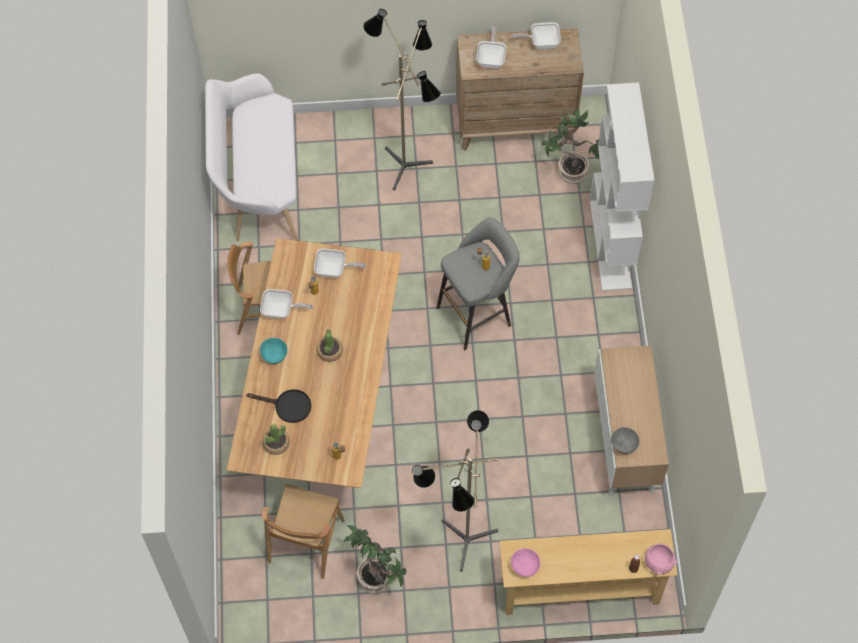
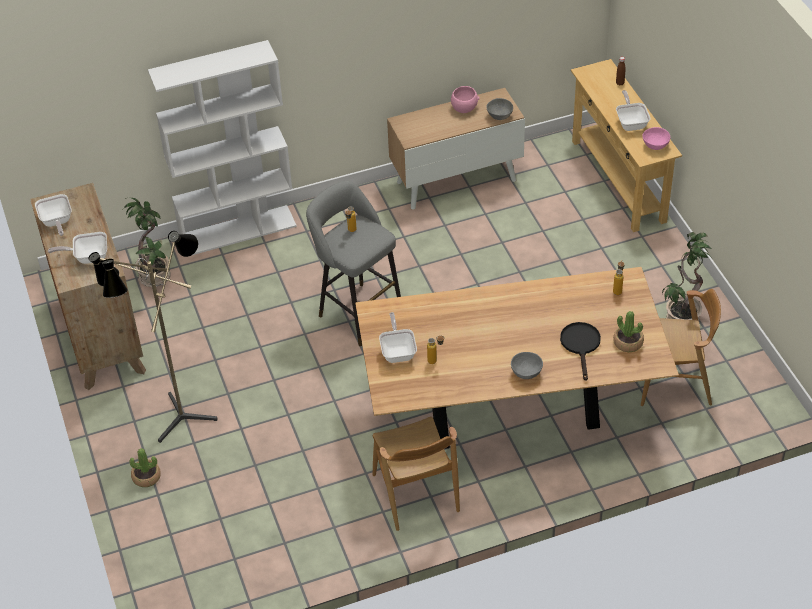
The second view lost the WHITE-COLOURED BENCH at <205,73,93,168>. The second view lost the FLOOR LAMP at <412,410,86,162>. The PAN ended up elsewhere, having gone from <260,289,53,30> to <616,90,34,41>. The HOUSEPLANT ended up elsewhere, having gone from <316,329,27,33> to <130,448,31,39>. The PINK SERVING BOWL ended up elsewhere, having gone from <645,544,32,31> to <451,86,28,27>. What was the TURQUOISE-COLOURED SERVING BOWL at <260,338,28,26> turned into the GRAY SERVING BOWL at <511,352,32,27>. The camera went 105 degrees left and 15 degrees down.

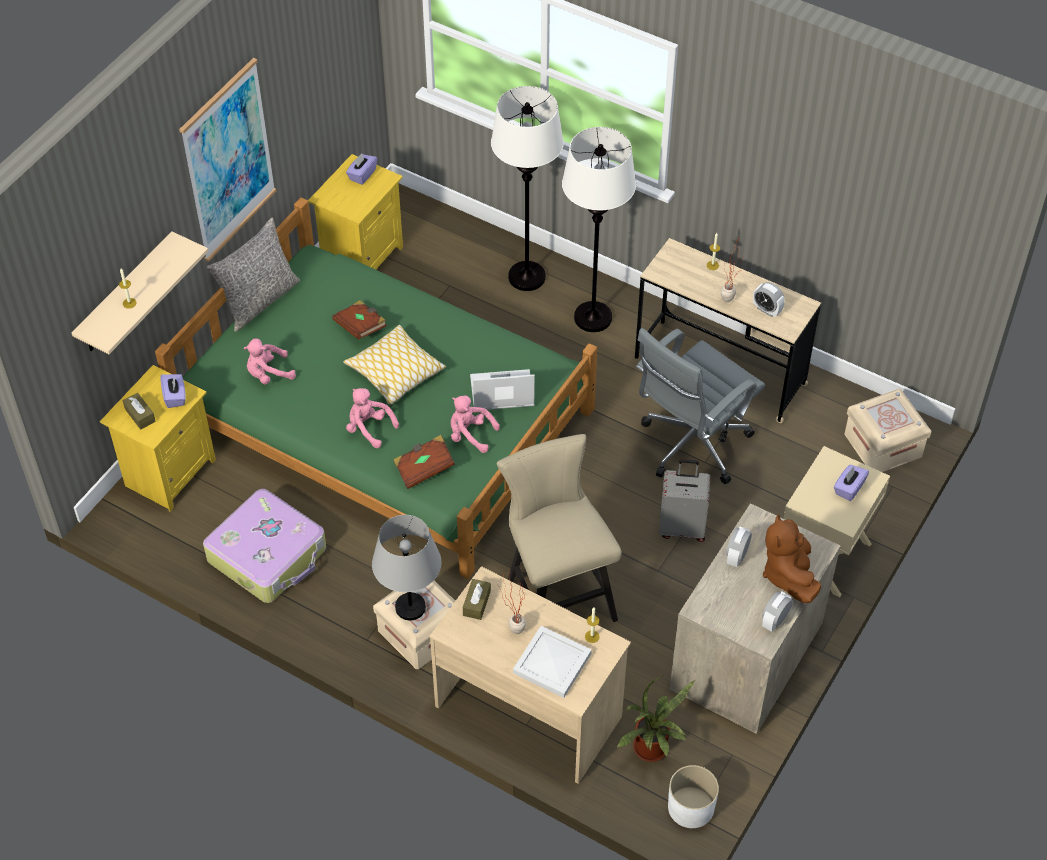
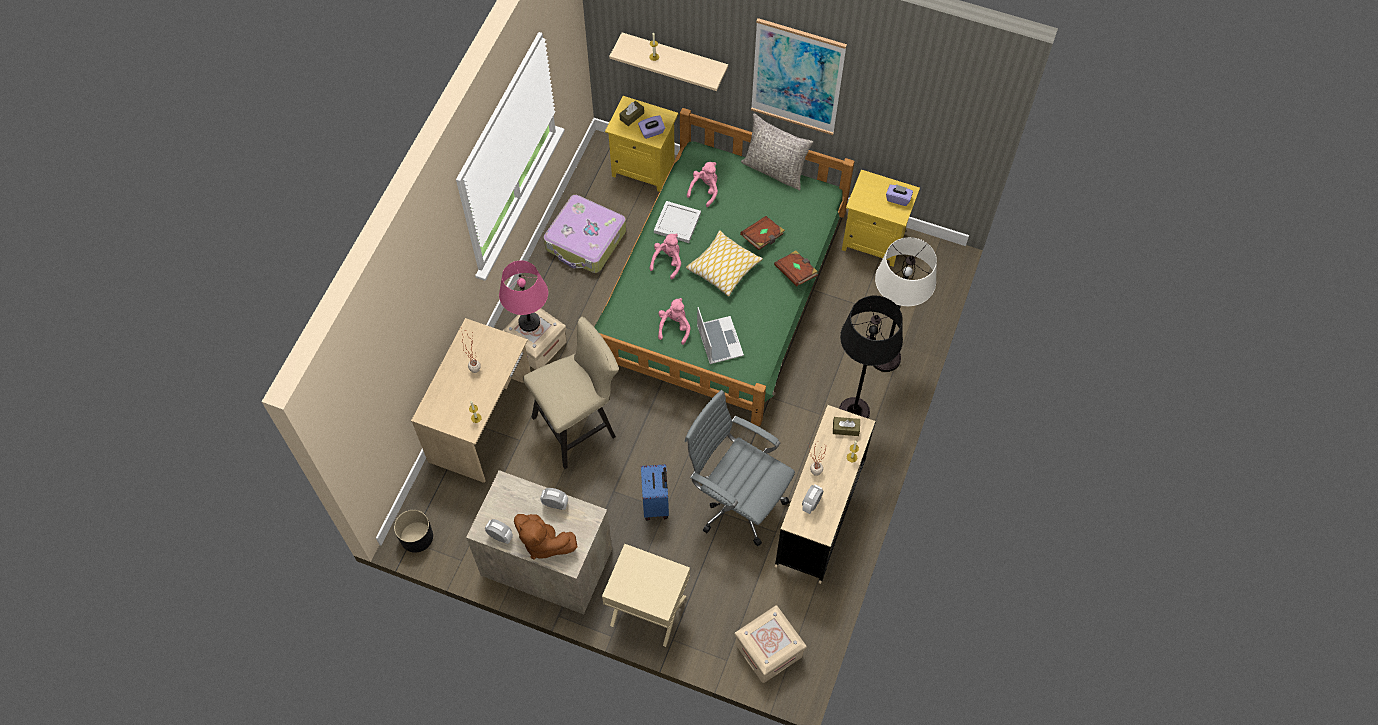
The second view lost the HOUSEPLANT at <616,676,79,86>. The second view lost the PURPLISH TISSUE BOX at <834,465,35,36>. The BROWN BOUND BOOK ended up elsewhere, having gone from <393,435,62,54> to <774,250,44,36>. The BROWN TISSUE BOX ended up elsewhere, having gone from <463,579,28,41> to <833,417,27,19>. The WHITE-COLOURED TRAY ended up elsewhere, having gone from <513,626,79,72> to <654,201,47,42>. What was the GRAY TABLETOP LAMP at <372,515,69,105> turned into the PINK TABLETOP LAMP at <499,260,49,72>. What was the WHITE-COLOURED FLOOR LAMP at <562,127,74,205> turned into the BLACK FLOOR LAMP at <839,295,64,124>. What was the GRAY TRAVEL CASE at <659,459,51,83> turned into the BLUE TRAVEL CASE at <641,464,28,57>. What was the WHITE-COLOURED FLOWER POT at <668,765,51,63> turned into the BLACK FLOWER POT at <394,510,39,43>. The PINK SOFT TOY at <244,339,52,45> ended up facing another way, 60 degrees clockwise from before. The BROWN SOFT TOY at <763,514,58,89> ended up facing another way, 135 degrees counterclockwise from before. The camera went 80 degrees right and 10 degrees up.

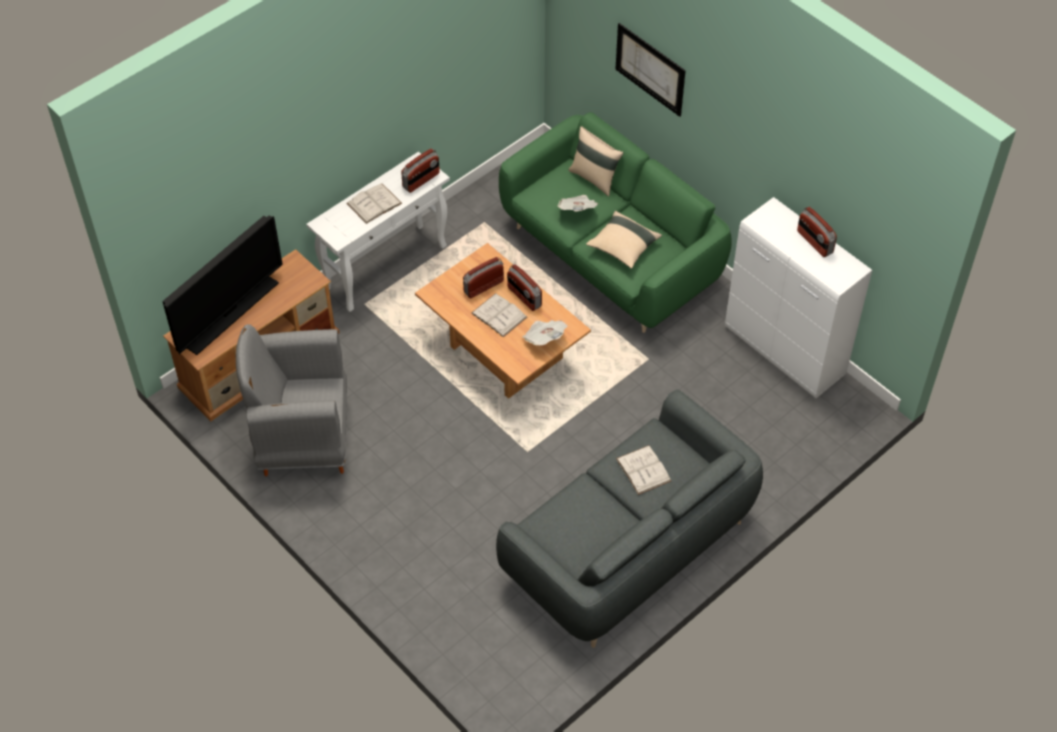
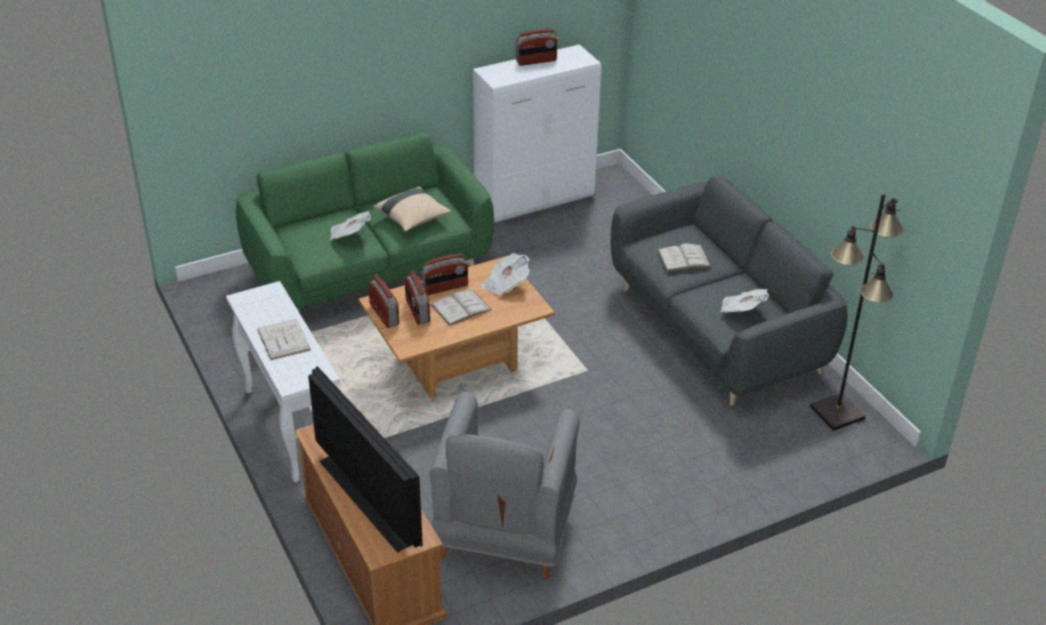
The second view lost the BEIGE PILLOW at <568,126,55,71>. The second view lost the WALL PICTURE at <615,23,71,94>. The second view gained the NEWSPAPER at <720,289,49,23>. The second view gained the BLACK FLOOR LAMP at <810,194,93,237>. The RADIO SET ended up elsewhere, having gone from <401,149,39,44> to <368,275,31,53>. The camera went 75 degrees left and 15 degrees down.

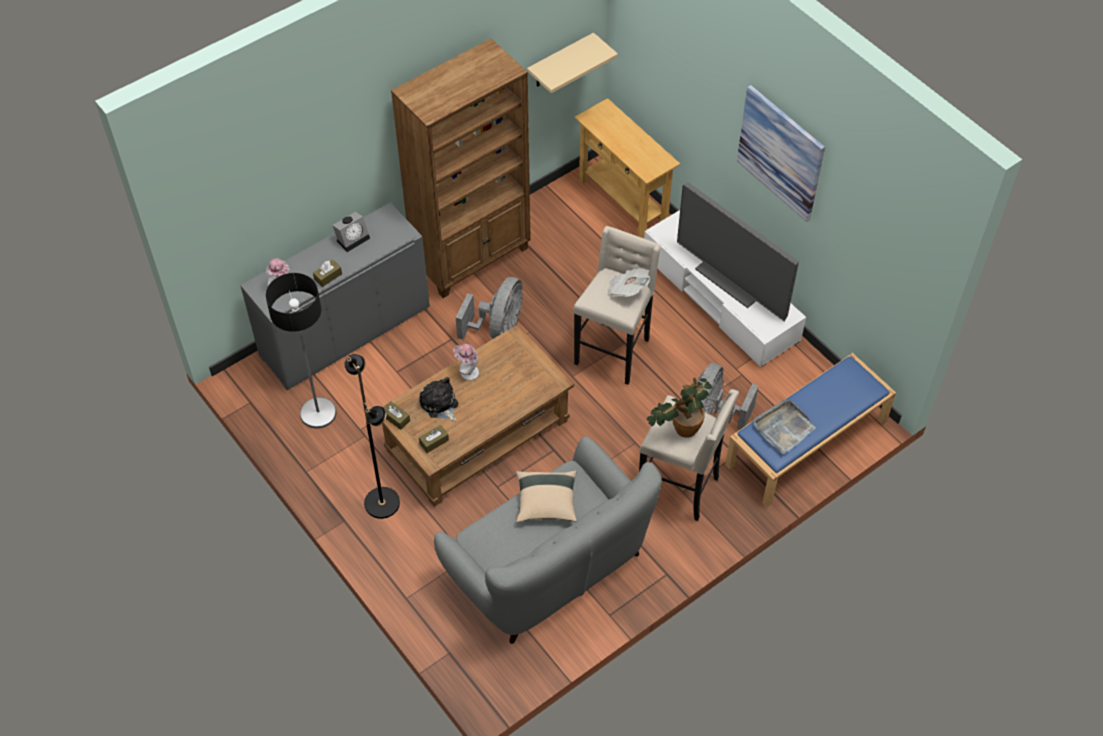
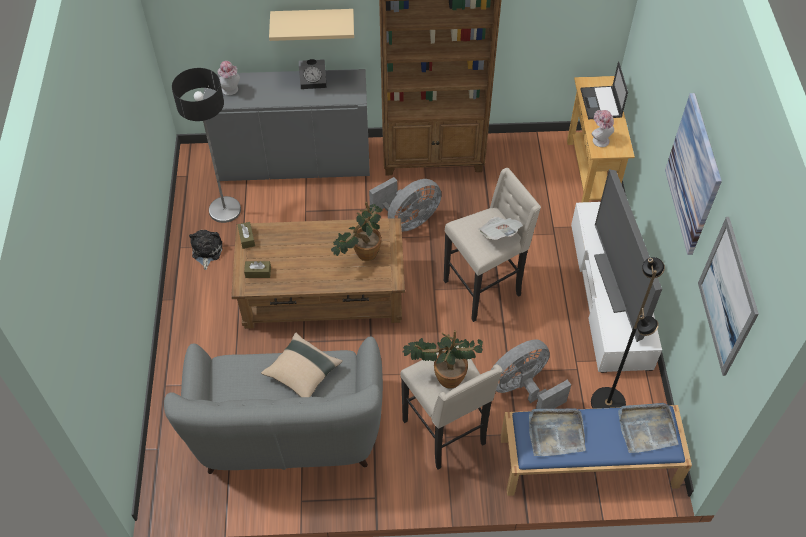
The second view lost the BROWN TISSUE BOX at <313,260,29,27>. The second view gained the HOUSEPLANT at <331,202,52,59>. The second view gained the LAPTOP at <580,61,48,58>. The second view gained the GRAY TRAY at <618,403,61,50>. The second view gained the WALL PICTURE at <698,217,61,159>. The BLACK FLOOR LAMP ended up elsewhere, having gone from <345,354,55,165> to <591,257,74,152>. The SOFT TOY ended up elsewhere, having gone from <419,377,39,45> to <189,230,34,40>. The CLOTHING HAT ended up elsewhere, having gone from <453,344,26,36> to <592,110,22,37>. The BEIGE BRACKET SHELF ended up elsewhere, having gone from <527,33,91,60> to <269,9,85,32>. The camera went 35 degrees right and 0 degrees up.

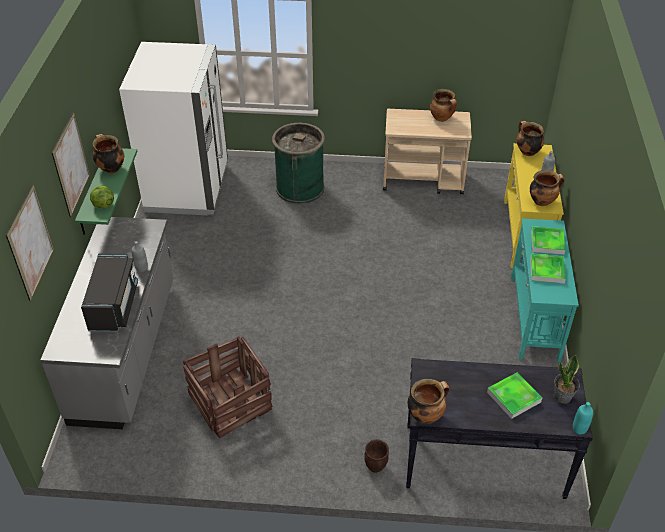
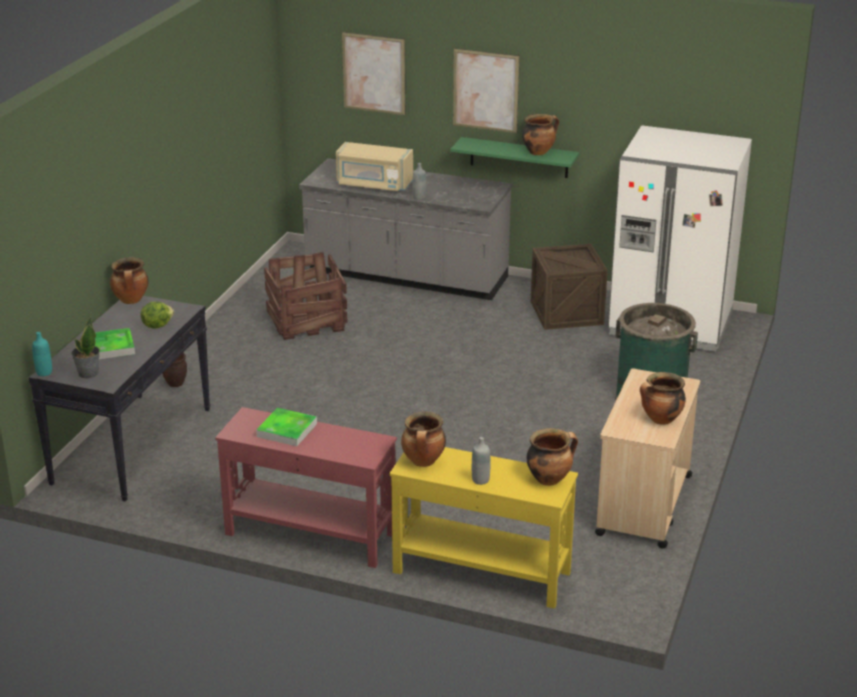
The second view lost the TRAY at <531,226,34,29>. The second view gained the SHIPPING CRATE at <531,244,77,86>. The HEAD OF LETTUCE ended up elsewhere, having gone from <90,186,24,22> to <141,302,33,27>. What was the BLACK MICROWAVE at <81,253,57,79> turned into the BEIGE MICROWAVE at <336,142,77,49>. What was the TURQUOISE-COLOURED CONSOLE TABLE at <511,219,68,143> turned into the RED CONSOLE TABLE at <215,407,182,161>. The camera went 105 degrees right and 15 degrees down.

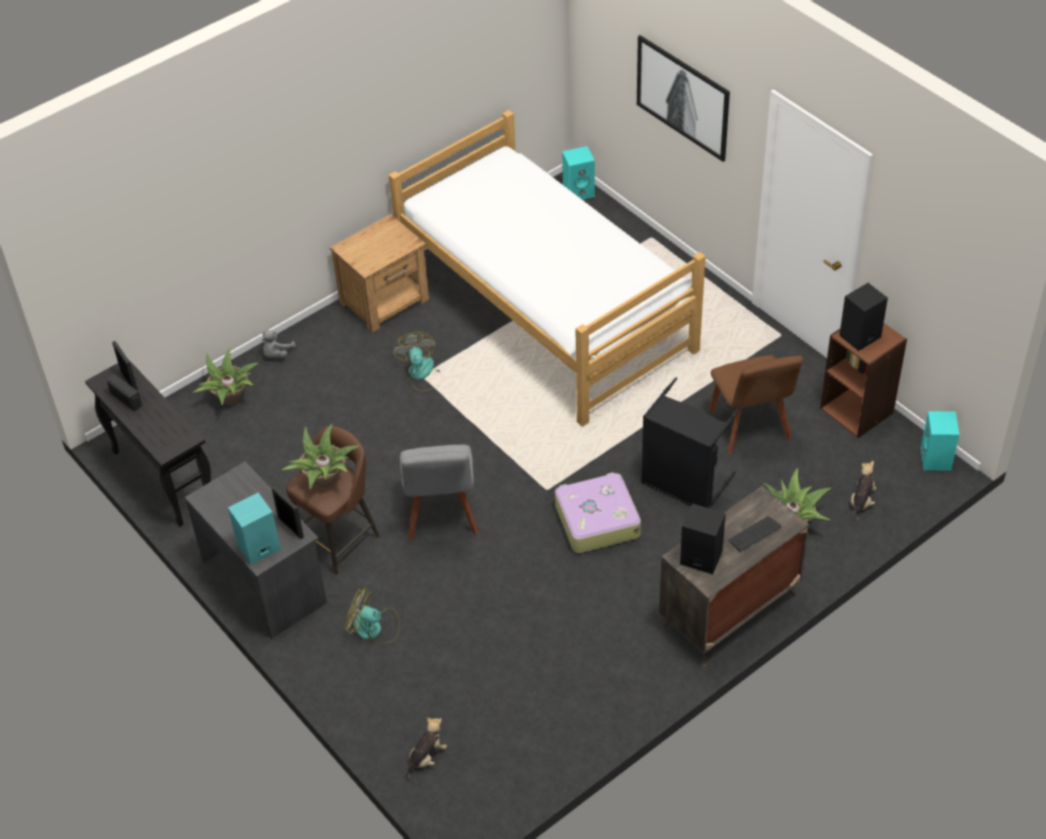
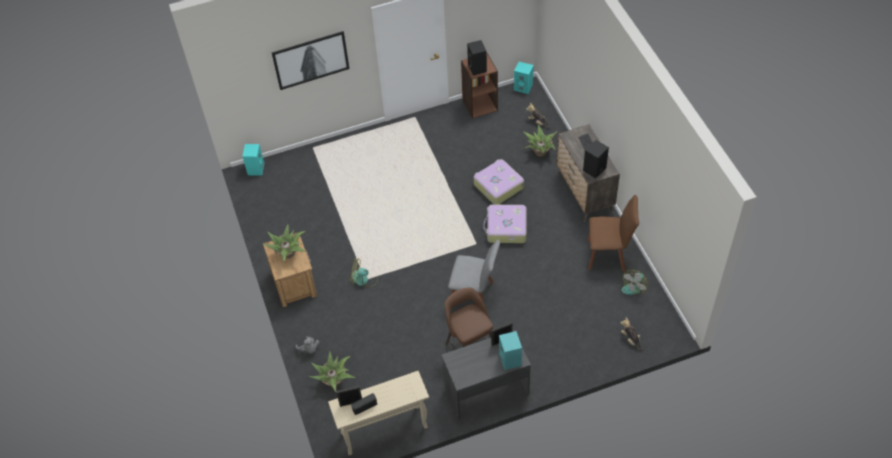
The second view lost the BED at <389,110,317,317>. The HOUSEPLANT ended up elsewhere, having gone from <282,424,77,66> to <262,225,44,37>. The FAN ended up elsewhere, having gone from <344,587,56,57> to <622,270,26,25>. The BROWN UPRIGHT CHAIR ended up elsewhere, having gone from <709,355,94,100> to <588,195,51,76>. Where the BLACK LAUNDRY BASKET stood at <641,378,101,131>, the TRAVEL CASE came to stand at <474,159,50,46>. What was the BLACK CONSOLE TABLE at <85,359,126,167> turned into the BEIGE CONSOLE TABLE at <328,371,101,84>. The camera went 70 degrees left and 5 degrees up.

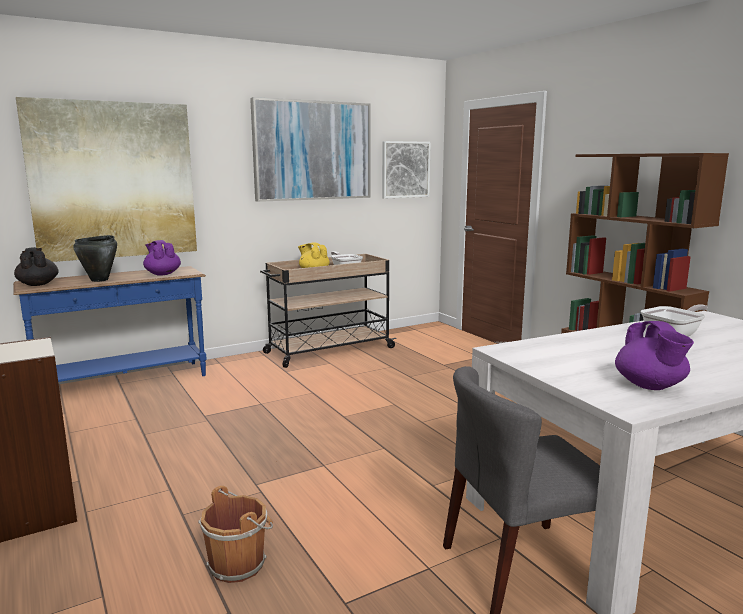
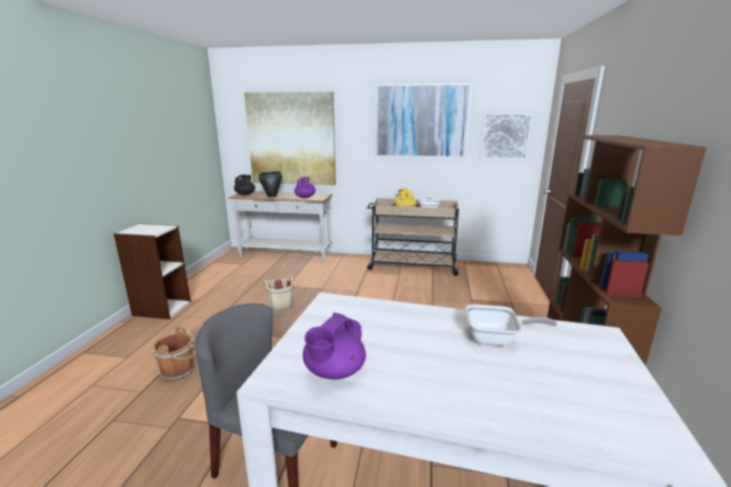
The second view gained the BEIGE WATER BUCKET at <264,276,30,36>. What was the BLUE CONSOLE TABLE at <13,266,194,116> turned into the WHITE-COLOURED CONSOLE TABLE at <228,191,105,72>. The camera went 40 degrees right and 5 degrees up.

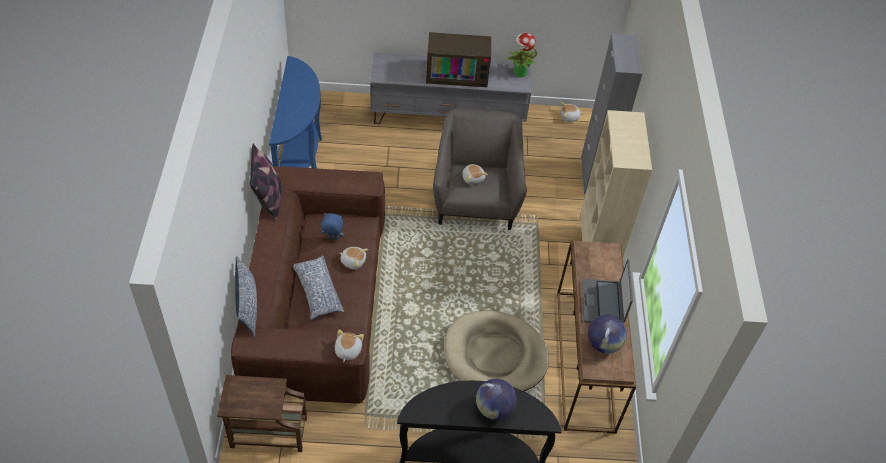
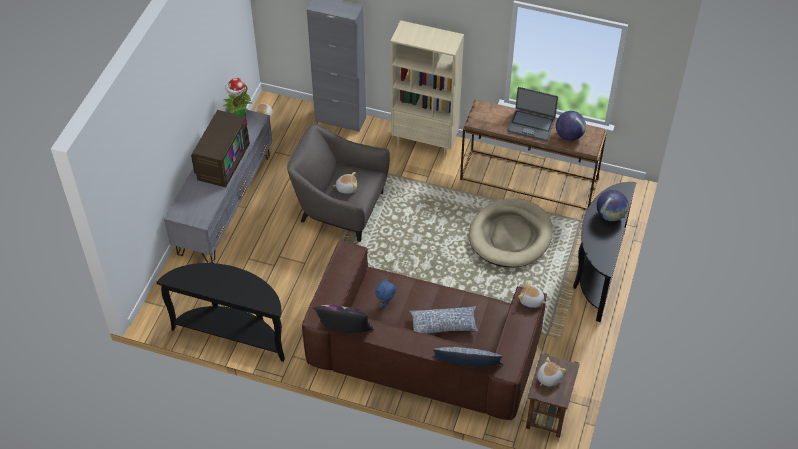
The SOFT TOY ended up elsewhere, having gone from <339,247,30,23> to <537,357,29,30>. What was the BLUE CONSOLE TABLE at <269,56,53,112> turned into the BLACK CONSOLE TABLE at <157,263,128,99>. The camera went 70 degrees left and 0 degrees up.

